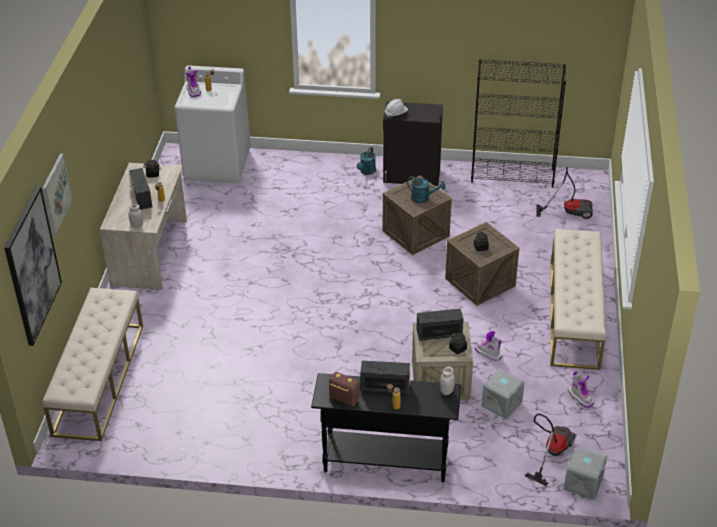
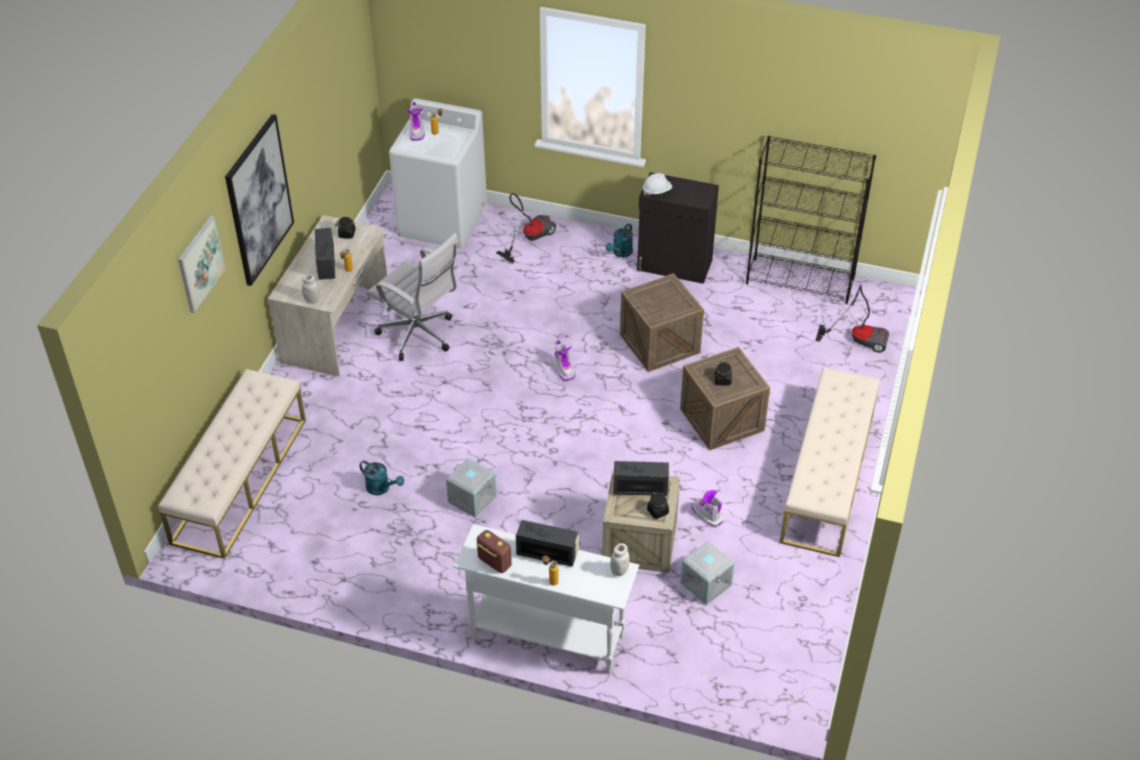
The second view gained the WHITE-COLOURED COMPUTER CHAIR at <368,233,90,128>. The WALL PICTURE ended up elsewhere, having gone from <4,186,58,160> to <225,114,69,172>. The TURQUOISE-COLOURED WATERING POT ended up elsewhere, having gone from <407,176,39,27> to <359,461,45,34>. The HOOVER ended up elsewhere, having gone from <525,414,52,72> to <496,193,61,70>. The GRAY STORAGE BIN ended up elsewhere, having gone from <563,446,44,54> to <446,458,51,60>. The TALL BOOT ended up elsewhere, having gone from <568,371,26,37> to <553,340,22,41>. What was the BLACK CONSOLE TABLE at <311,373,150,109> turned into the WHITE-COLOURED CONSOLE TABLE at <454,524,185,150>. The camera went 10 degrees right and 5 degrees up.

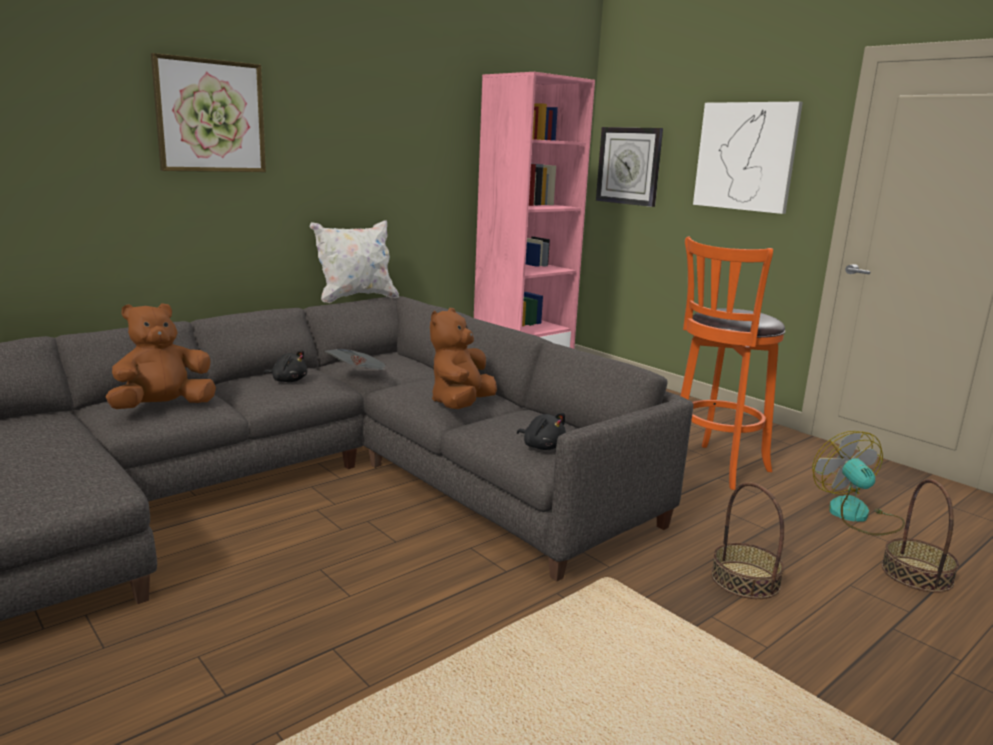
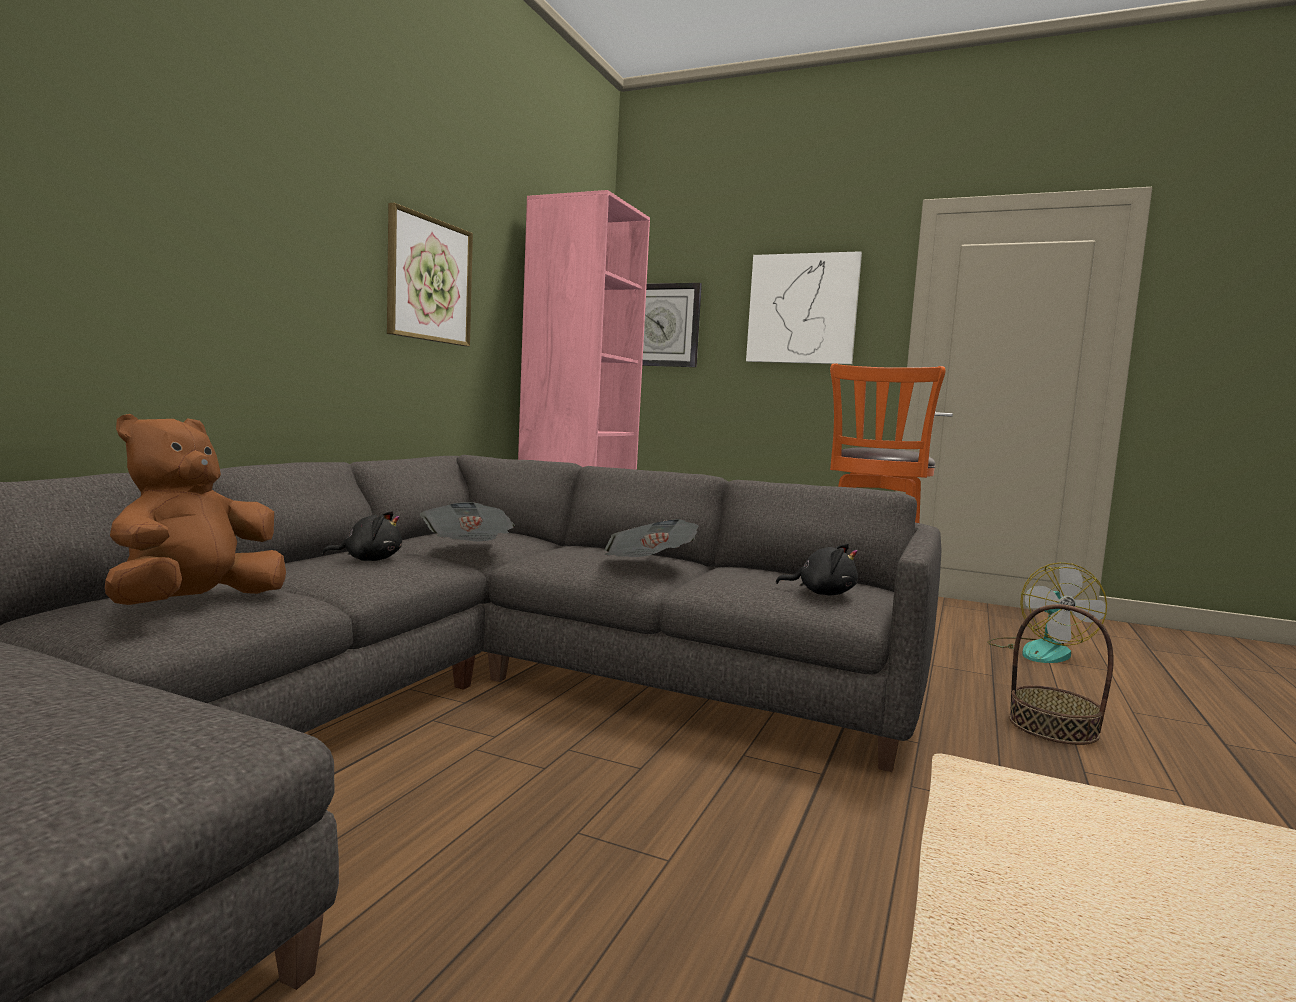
The second view lost the WHITE-COLOURED PILLOW at <310,220,89,83>. The second view lost the STORAGE BASKET at <881,479,78,114>. The WALL PICTURE ended up elsewhere, having gone from <151,53,115,119> to <387,203,86,143>. Where the BROWN SOFT TOY stood at <430,308,67,101>, the NEWSPAPER came to stand at <604,519,95,38>. The FAN at <813,431,92,104> ended up facing another way, 135 degrees counterclockwise from before. The camera went 25 degrees left and 10 degrees down.

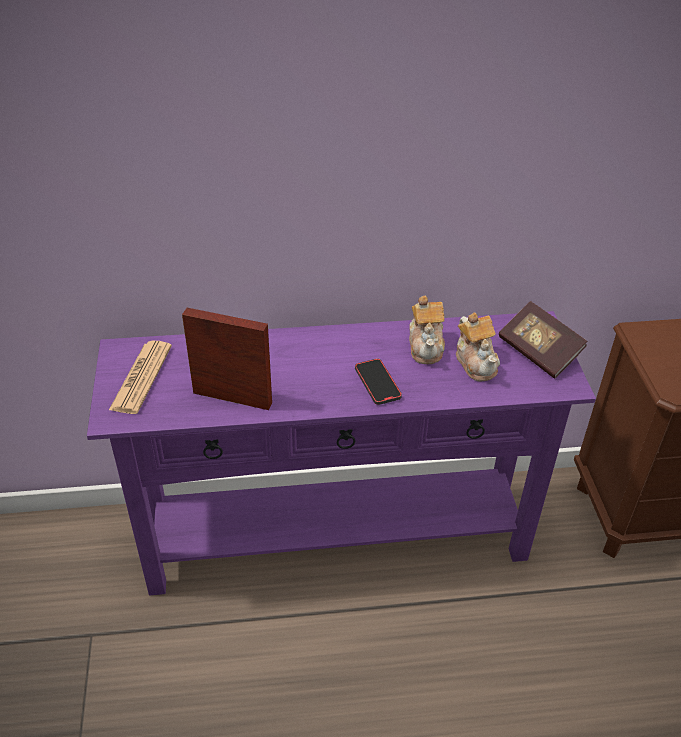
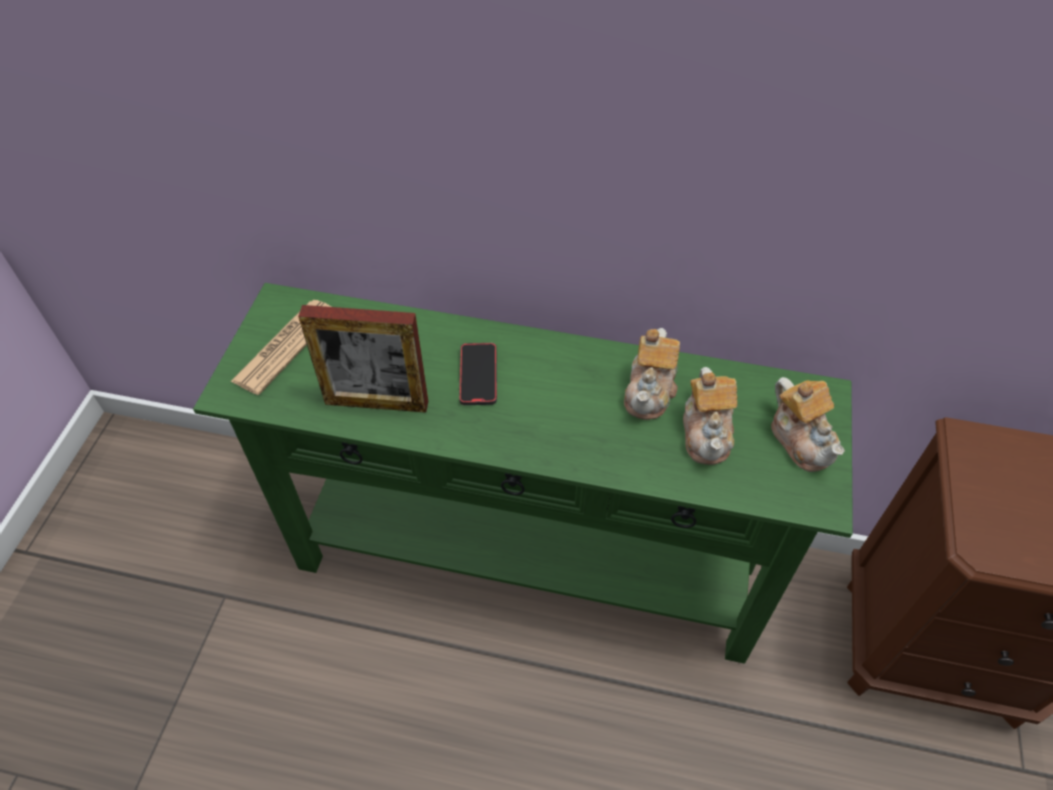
The PHONE ended up elsewhere, having gone from <355,359,47,46> to <459,343,38,62>. Where the BOUND BOOK stood at <499,301,88,78>, the POT FOR TEA came to stand at <771,377,74,95>. What was the PURPLISH CONSOLE TABLE at <87,311,509,285> turned into the GREEN-COLOURED CONSOLE TABLE at <193,283,660,381>. The PHOTO FRAME at <182,308,90,102> ended up facing another way, 150 degrees clockwise from before. The camera went 20 degrees right and 10 degrees up.

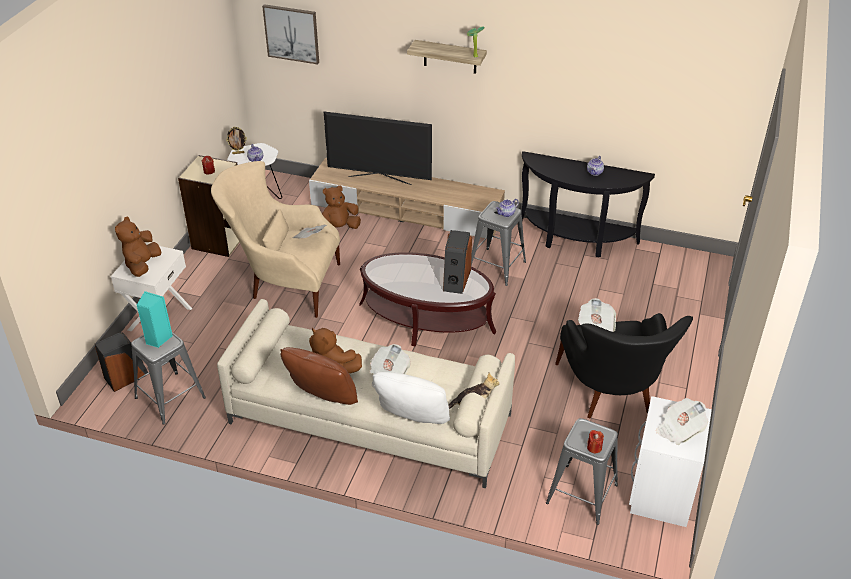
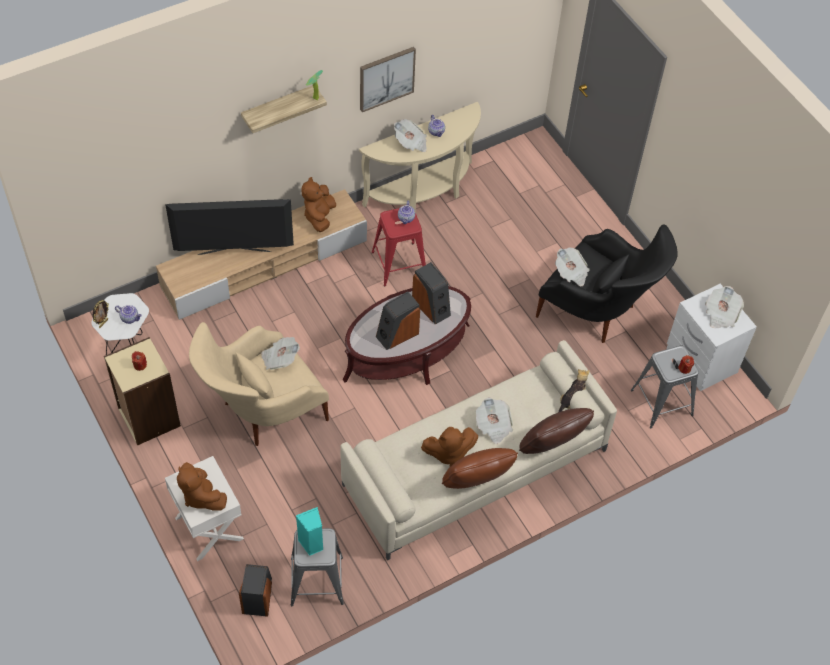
The second view gained the AUDIO SPEAKER at <376,291,44,59>. The second view gained the NEWSPAPER at <394,119,33,33>. The WALL PICTURE ended up elsewhere, having gone from <262,4,57,60> to <360,47,56,65>. The BROWN SOFT TOY ended up elsewhere, having gone from <322,185,39,44> to <301,177,35,55>. What was the WHITE-COLOURED PILLOW at <373,372,77,52> turned into the BROWN PILLOW at <519,408,75,46>. What was the GRAY STOOL at <471,201,55,85> turned into the RED STOOL at <371,207,55,79>. What was the BLACK CONSOLE TABLE at <521,151,134,106> turned into the BEIGE CONSOLE TABLE at <359,102,122,111>. The TELEVISION at <324,112,108,73> ended up facing another way, 150 degrees counterclockwise from before. The camera went 50 degrees left and 15 degrees up.

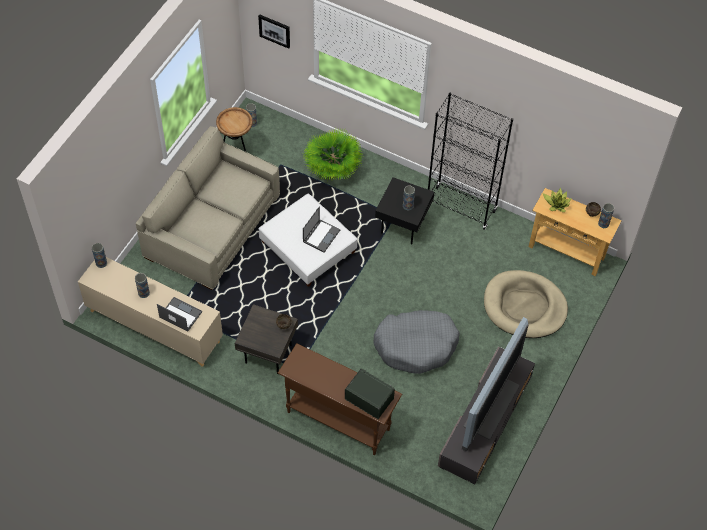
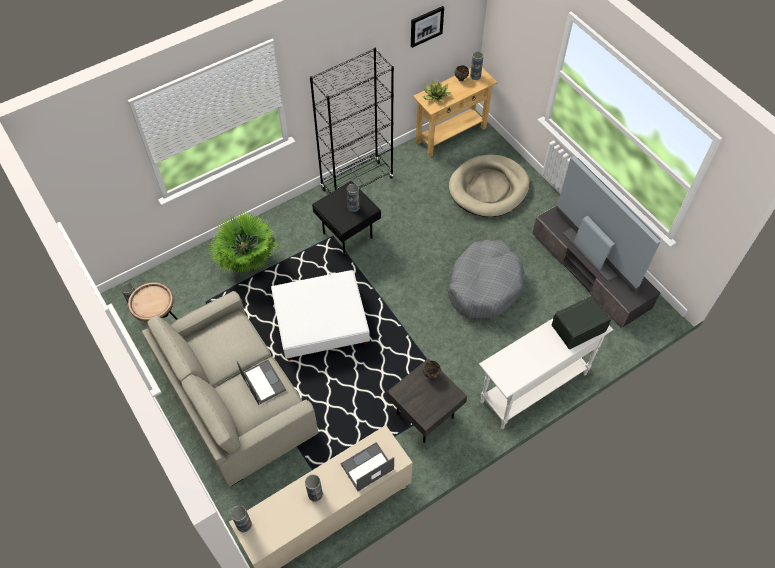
The WALL PICTURE ended up elsewhere, having gone from <258,14,32,35> to <411,6,33,42>. The LAPTOP ended up elsewhere, having gone from <303,206,37,47> to <237,360,49,45>. What was the BROWN CONSOLE TABLE at <278,343,124,112> turned into the WHITE-COLOURED CONSOLE TABLE at <479,299,134,130>. The camera went 60 degrees left and 0 degrees up.

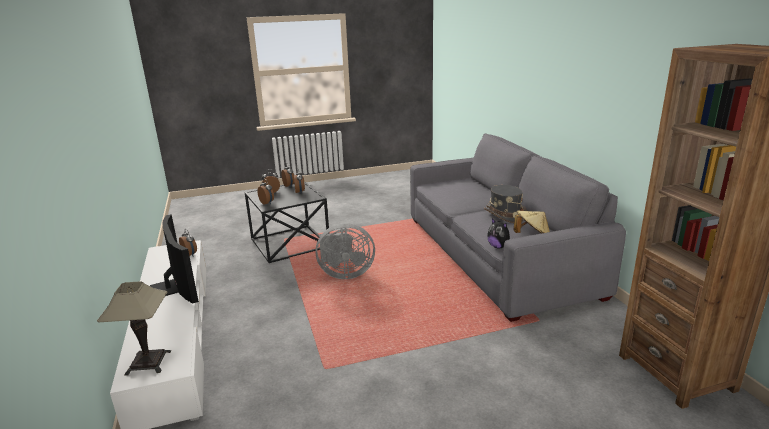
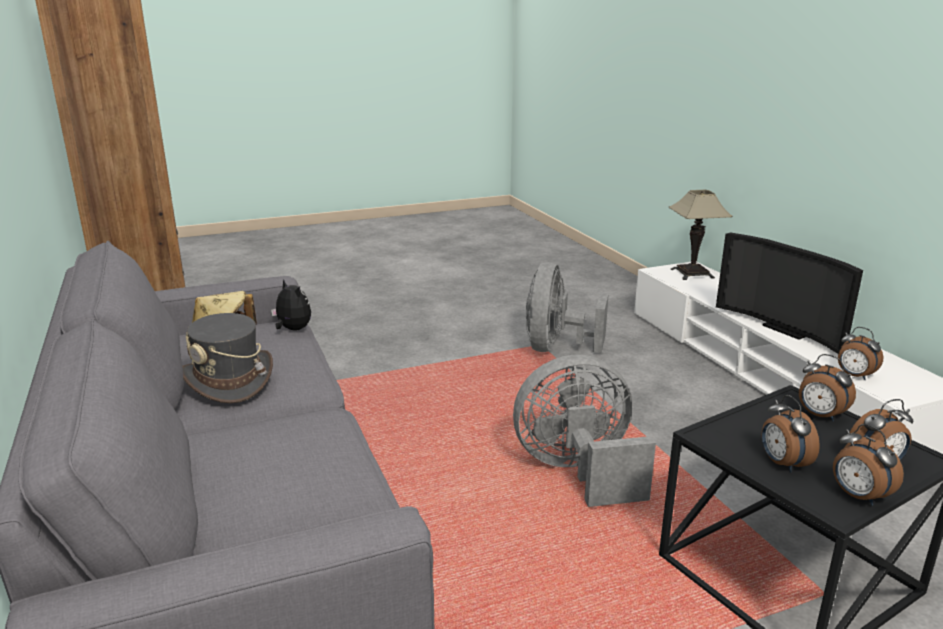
The second view gained the GRAY FAN at <526,262,83,91>. The camera went 175 degrees right and 0 degrees up.

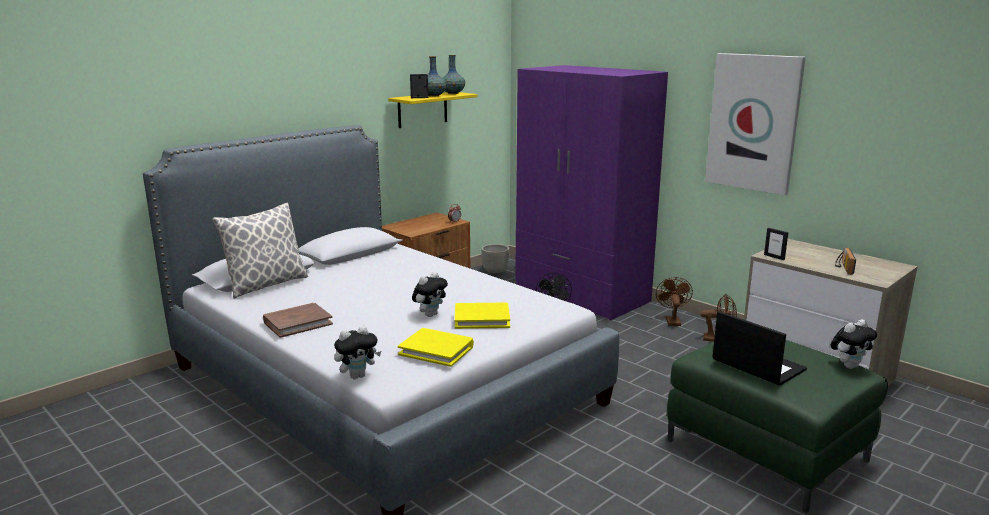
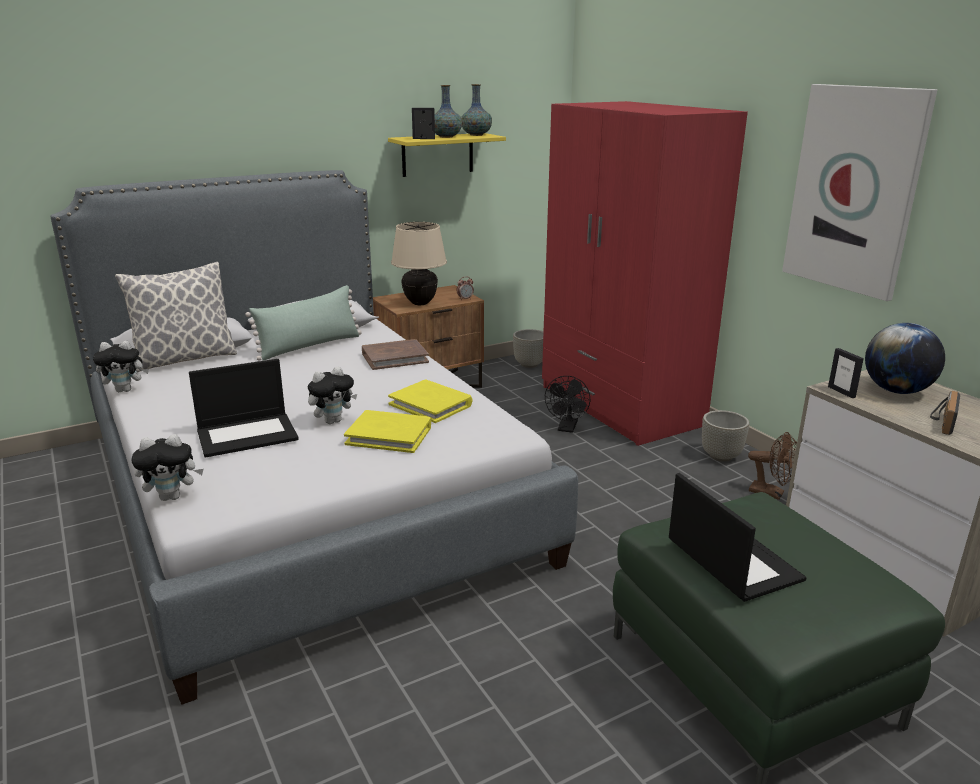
The second view gained the LAPTOP at <189,359,110,99>. The second view gained the GREEN-COLOURED PILLOW at <245,285,117,76>. The second view gained the BEIGE TABLETOP LAMP at <391,222,56,83>. The second view gained the DESK GLOBE at <865,323,80,71>. The BROWN BOUND BOOK ended up elsewhere, having gone from <263,303,70,35> to <362,339,67,31>. The YELLOWISH BOUND BOOK ended up elsewhere, having gone from <398,328,76,39> to <388,380,84,43>. The SOFT TOY ended up elsewhere, having gone from <831,319,46,50> to <93,341,56,51>. Where the BROWN FAN stood at <656,277,37,49>, the GRAY FLOWER POT came to stand at <702,410,47,52>. What was the PURPLISH CLOTHES CUPBOARD at <515,65,153,255> turned into the RED CLOTHES CUPBOARD at <542,101,206,345>. The camera went 15 degrees right and 5 degrees up.

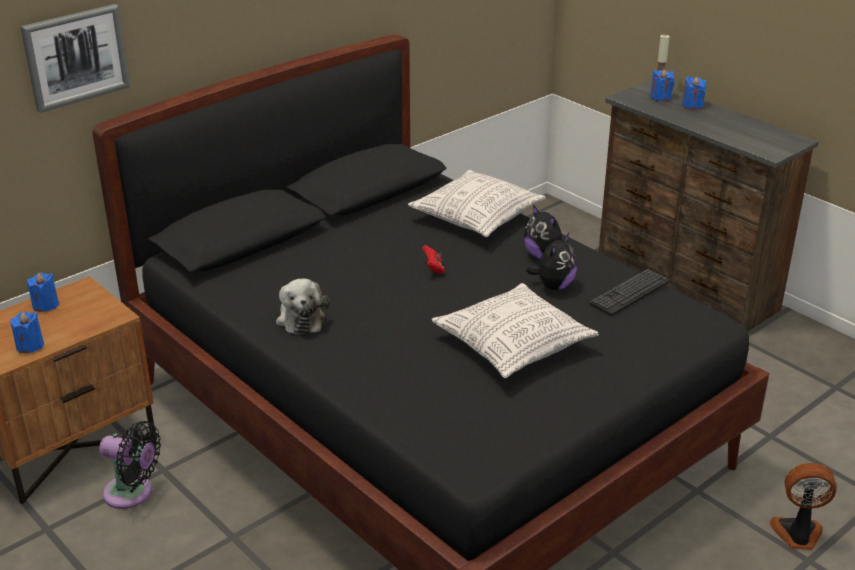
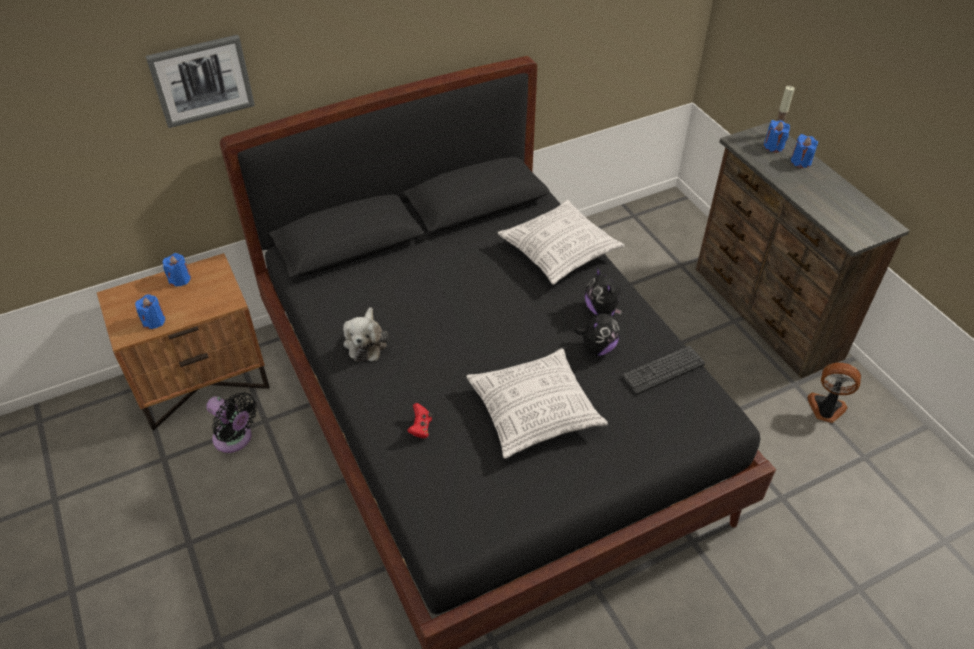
The RED GAMEPAD ended up elsewhere, having gone from <422,245,23,29> to <407,403,25,35>. The FAN ended up elsewhere, having gone from <770,463,67,87> to <808,363,53,60>. The camera went 15 degrees right and 15 degrees up.

